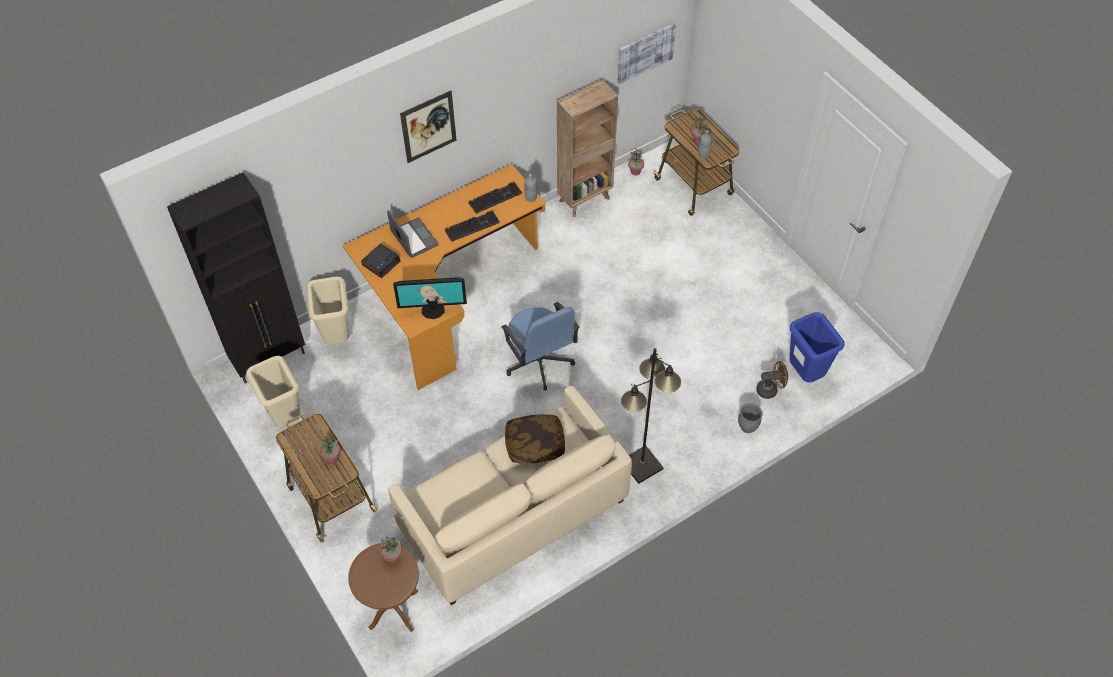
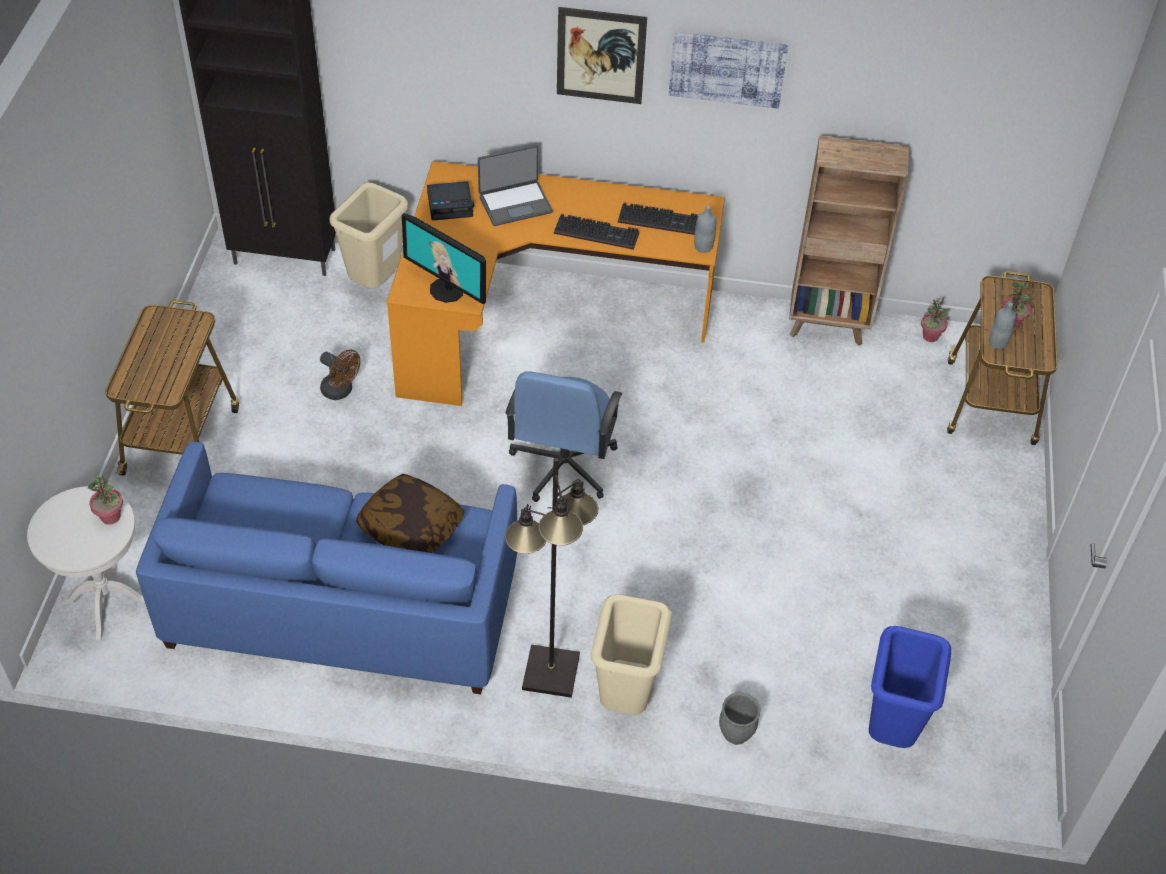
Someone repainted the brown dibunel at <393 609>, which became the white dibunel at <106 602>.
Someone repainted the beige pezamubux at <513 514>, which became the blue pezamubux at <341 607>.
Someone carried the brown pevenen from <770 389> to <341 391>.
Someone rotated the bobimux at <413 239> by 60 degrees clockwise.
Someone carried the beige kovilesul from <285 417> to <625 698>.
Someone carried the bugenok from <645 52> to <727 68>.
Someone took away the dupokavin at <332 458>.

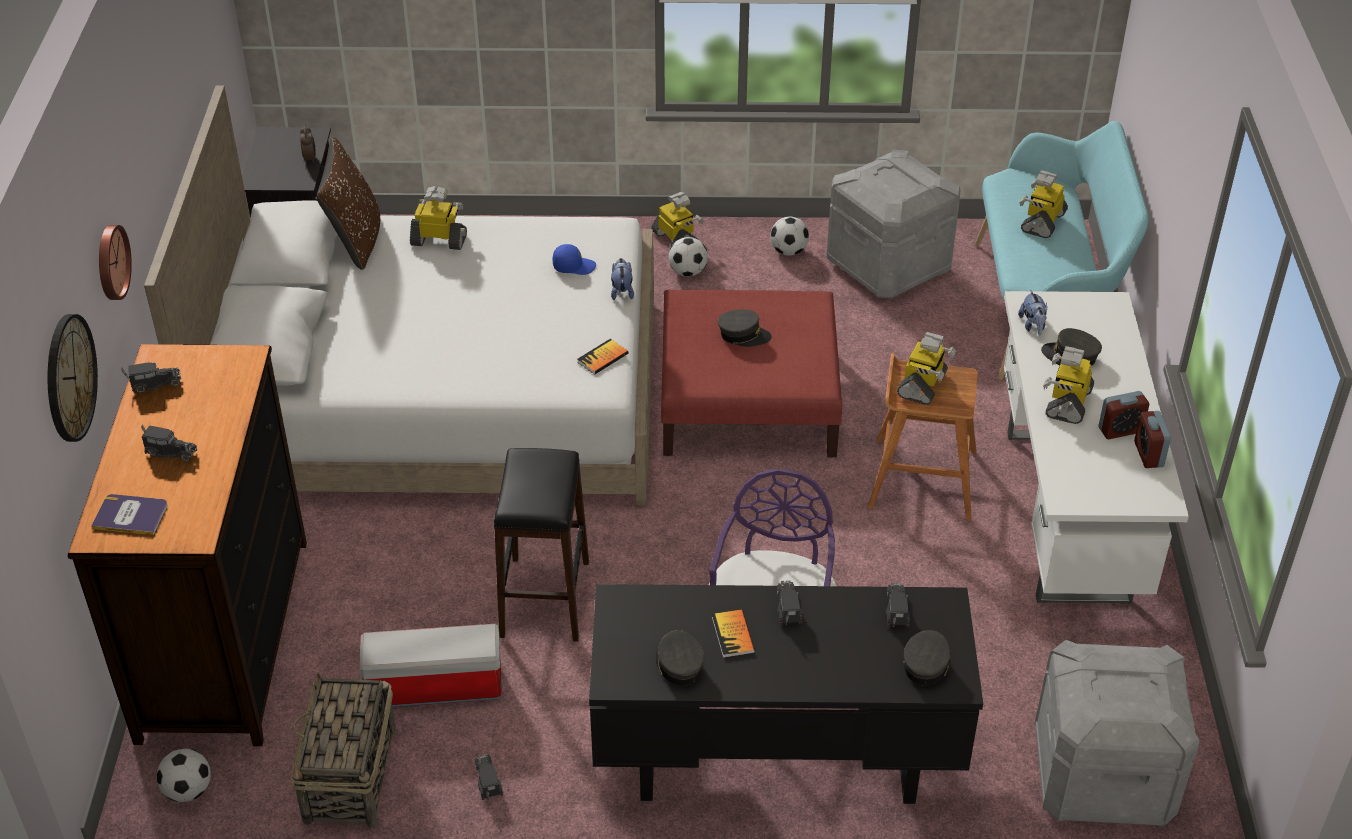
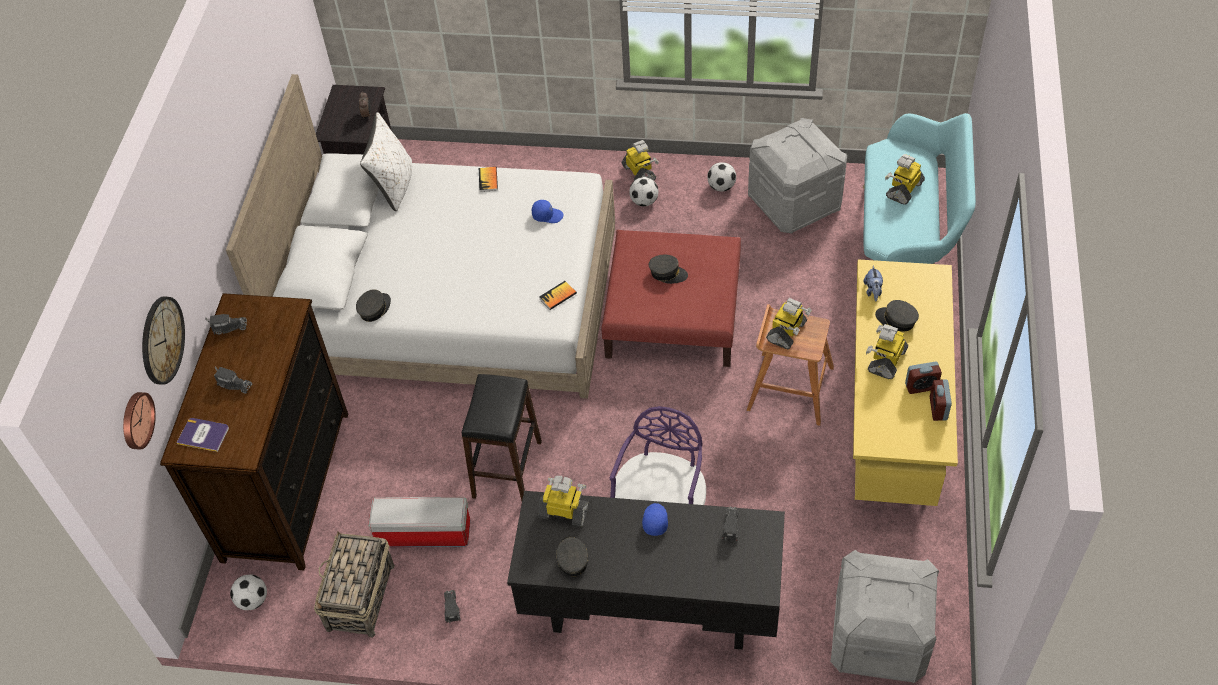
Someone carried the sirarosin from <110 262> to <136 420>.
Someone carried the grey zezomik from <926 664> to <374 309>.
Someone repainted the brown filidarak at <356 241>, which became the white filidarak at <394 185>.
Someone carried the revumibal from <733 634> to <488 180>.
Someone carried the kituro from <439 240> to <564 511>.
Someone swapped the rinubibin at <788 610> for the blue zezomik at <654 521>.
Someone repainted the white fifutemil at <1068 515>, which became the yellow fifutemil at <892 425>.
Someone took away the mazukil at <622 291>.

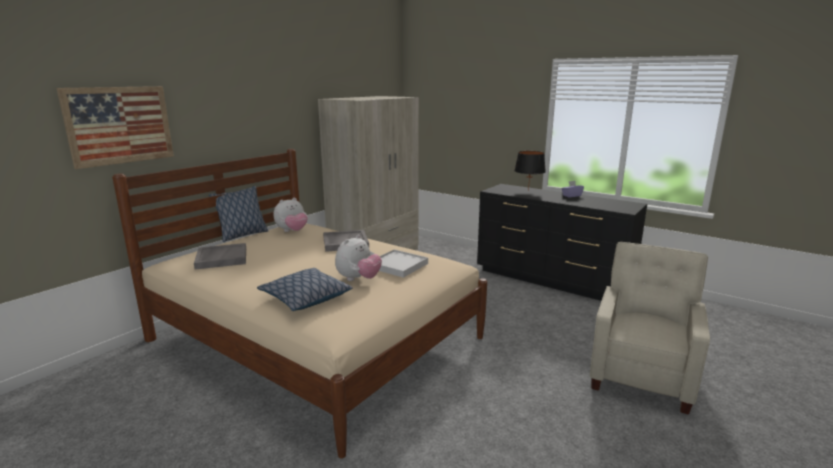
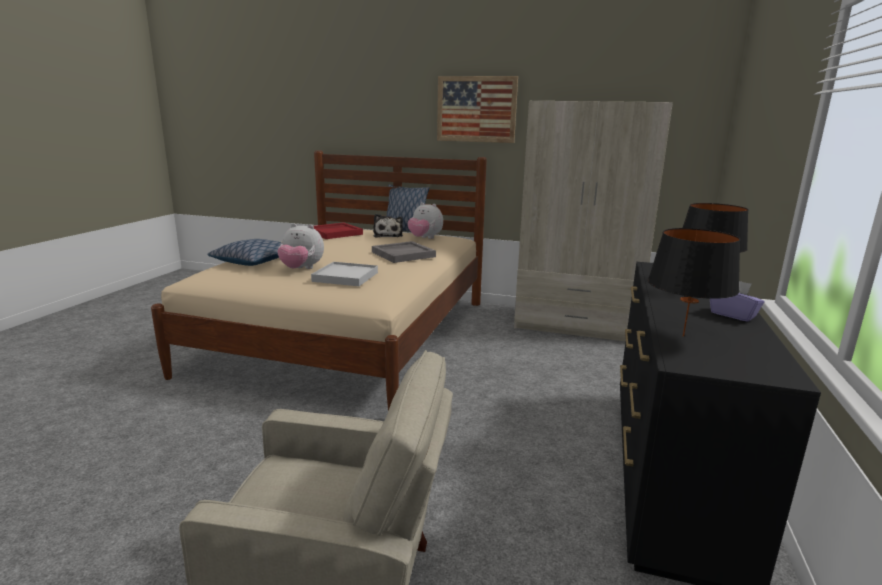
Someone repainted the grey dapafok at <221 258>, which became the red dapafok at <335 233>.
Someone put down the mazukil at <388 235>.
Someone carried the bugenok from <120 125> to <476 109>.
Someone put down the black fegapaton at <683 336>.

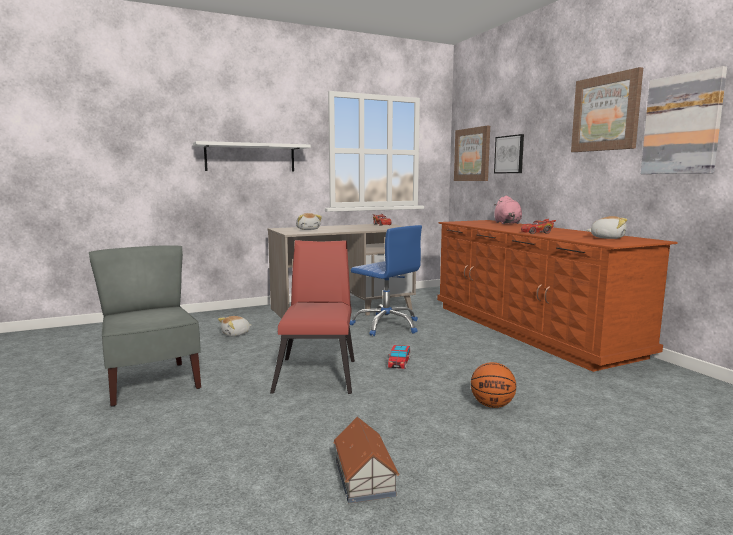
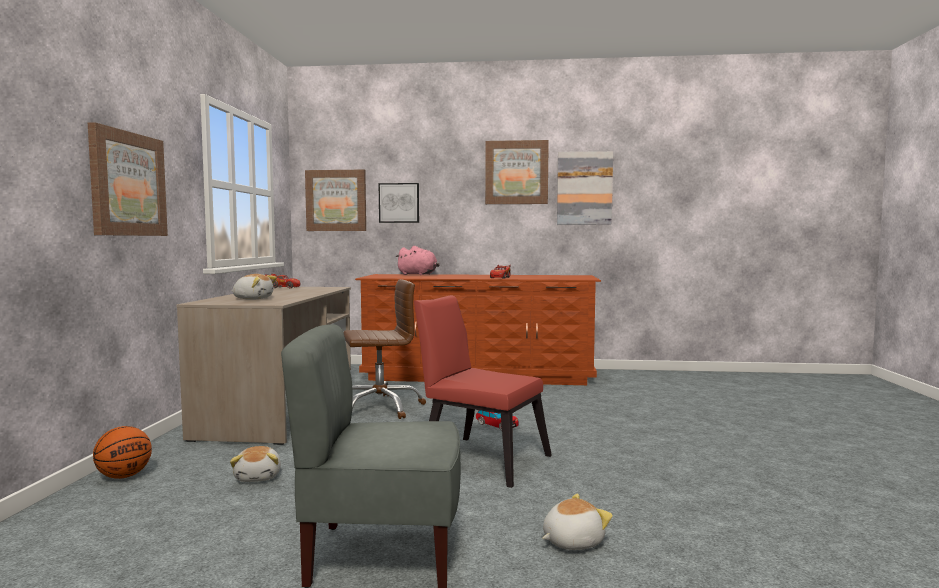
Someone swapped the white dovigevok at <250 158> for the bugenok at <127 184>.
Someone carried the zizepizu from <492 405> to <124 476>.
Someone repainted the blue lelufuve at <386 325>, which became the brown lelufuve at <380 407>.
Someone carried the mazukil from <607 238> to <572 541>.
Someone took away the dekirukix at <364 478>.

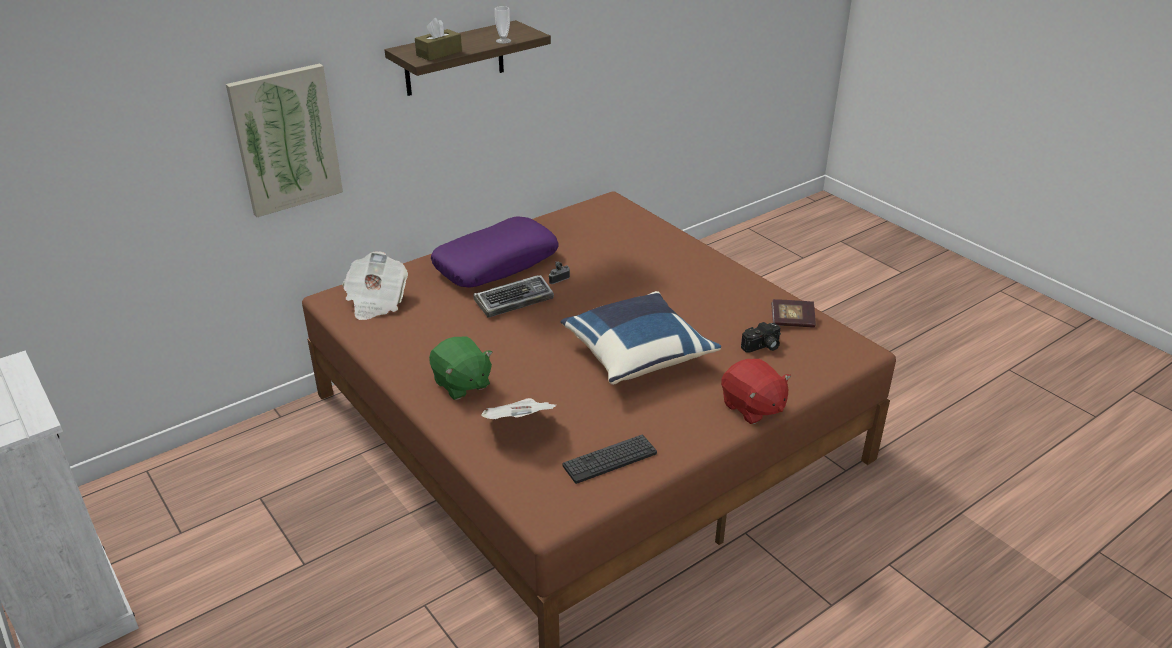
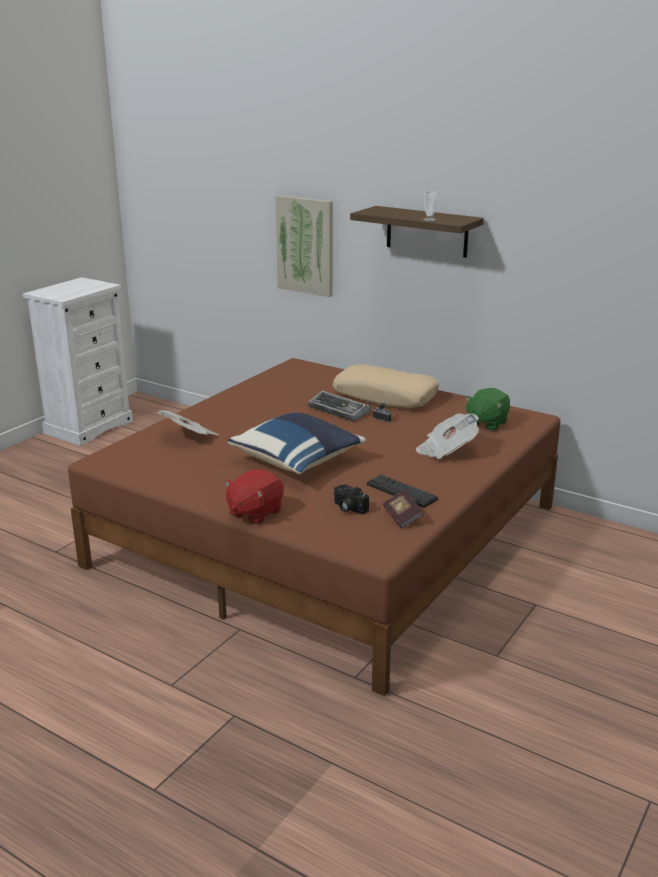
Someone repainted the purple filidarak at <496 263>, which became the beige filidarak at <385 396>.
Someone carried the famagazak from <610 459> to <401 492>.
Someone carried the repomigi from <376 302> to <446 450>.
Someone carried the green mazukil from <461 384> to <486 423>.
Someone took away the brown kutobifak at <439 53>.

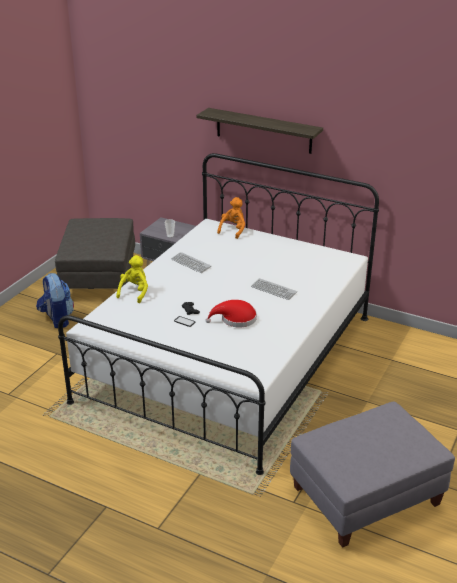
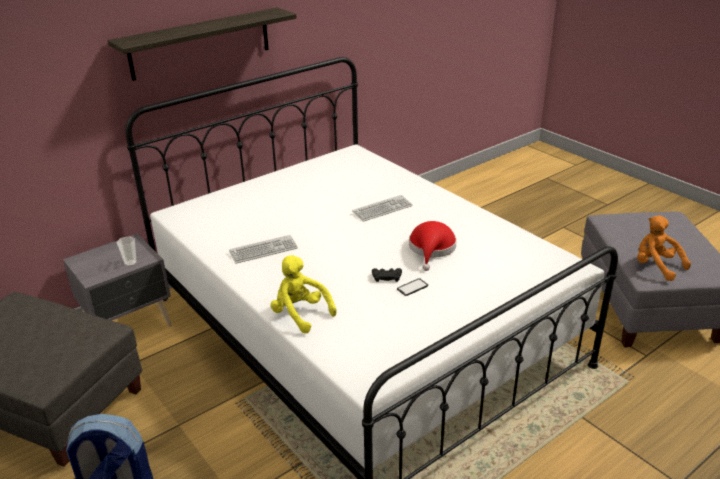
Someone carried the orange mazukil from <233 230> to <656 266>.

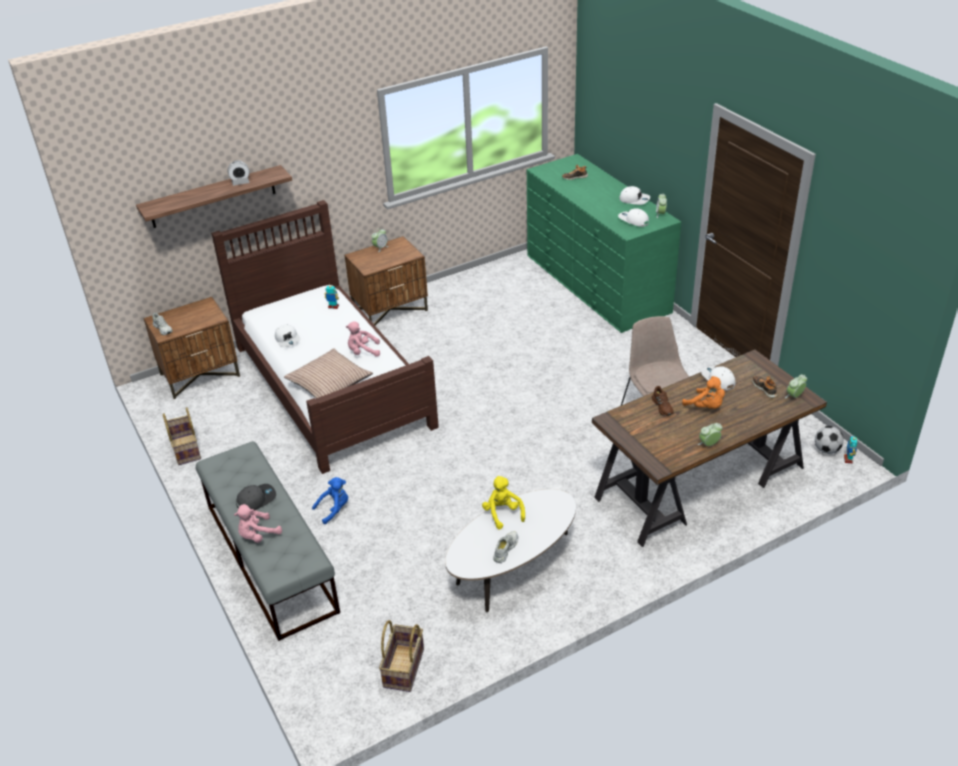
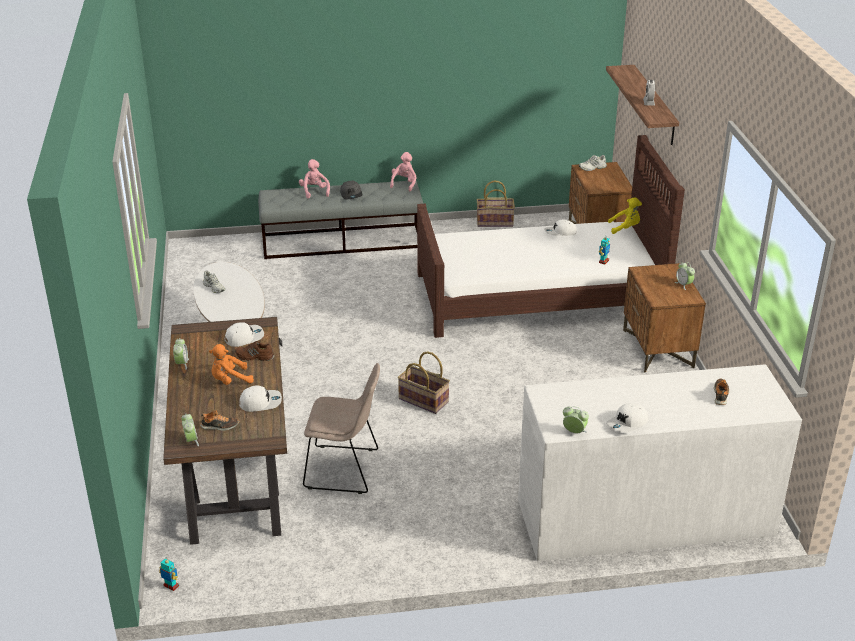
Someone carried the white zezomik from <633 221> to <244 337>.
Someone carried the pink mazukil from <363 352> to <404 184>.
Someone carried the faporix from <404 668> to <423 401>.
Someone repainted the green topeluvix at <596 283>, which became the white topeluvix at <644 517>.
Someone carried the yellow mazukil from <502 513> to <625 228>.
Someone took away the filidarak at <329 383>.
Someone took away the blue mazukil at <334 509>.
Someone took away the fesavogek at <826 450>.

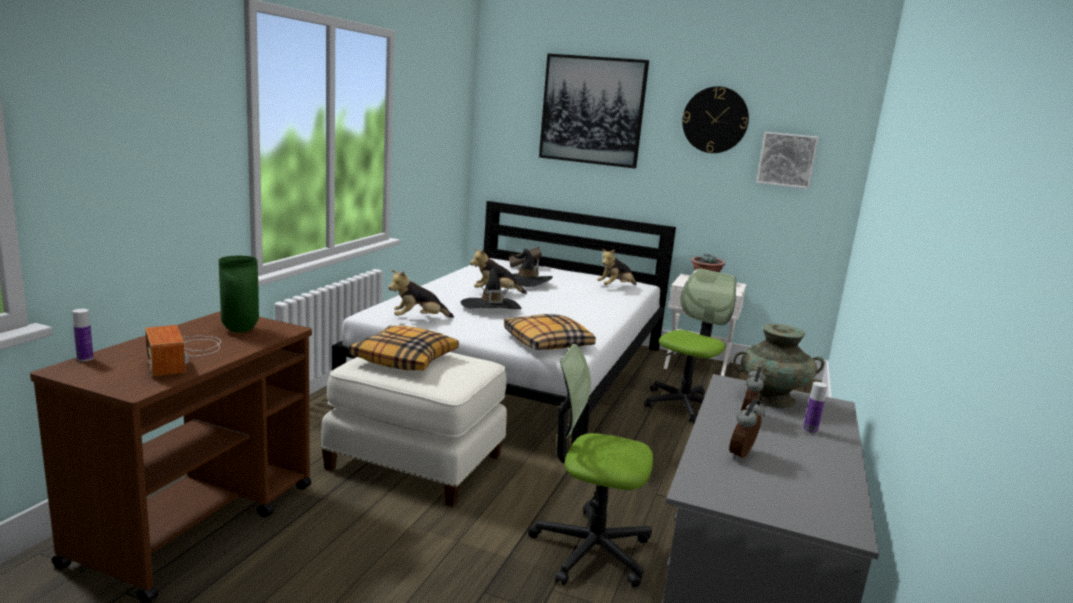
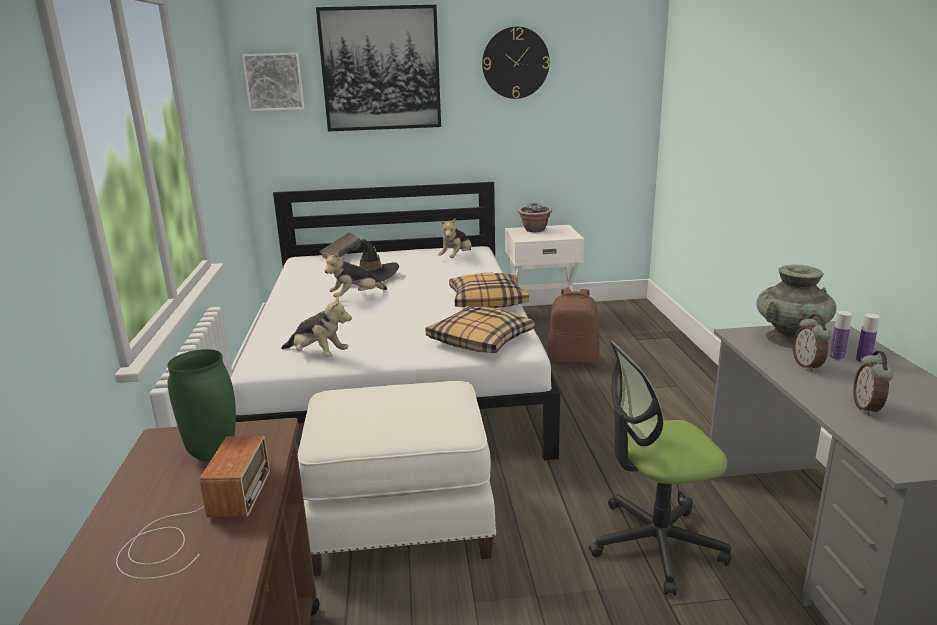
Someone rotated the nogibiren at <185 354> by 120 degrees counterclockwise.
Someone carried the bugenok from <787 160> to <274 82>.
Someone rotated the mazukil at <418 319> by 105 degrees counterclockwise.
Someone carried the filidarak from <405 359> to <487 300>.
Someone swapped the lelufuve at <684 405> for the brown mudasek at <573 359>.
Someone carried the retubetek from <85 358> to <836 358>.
Someone took away the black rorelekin at <491 307>.

